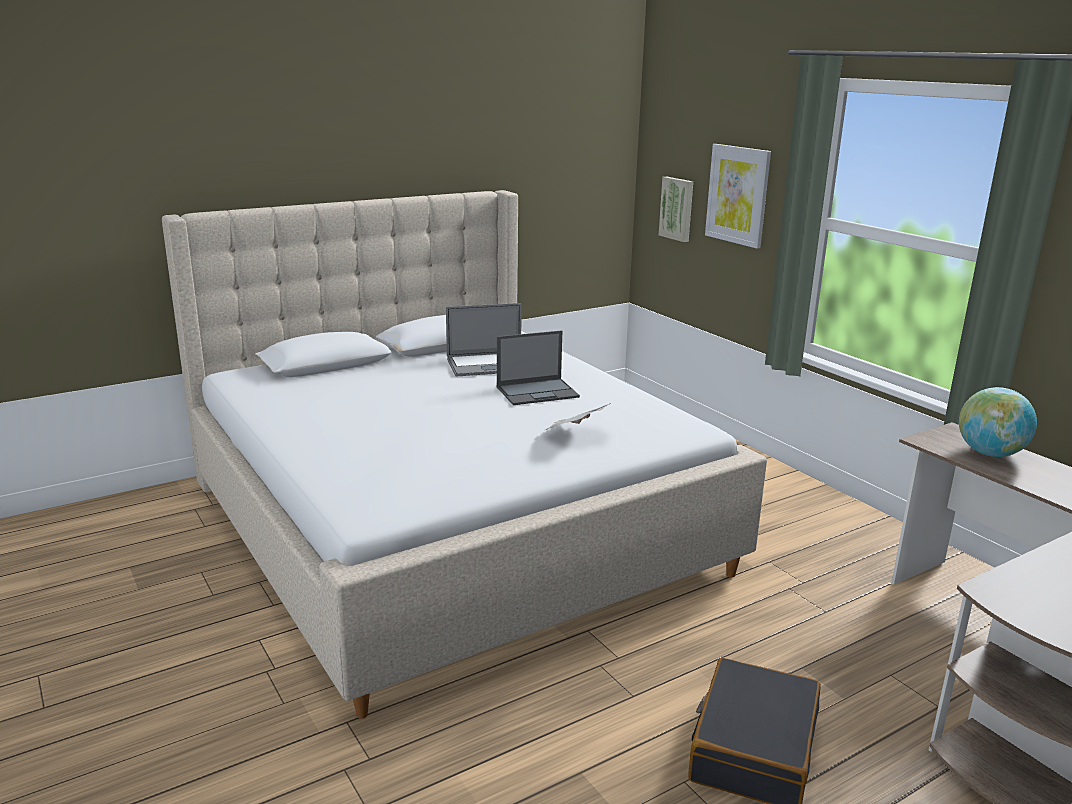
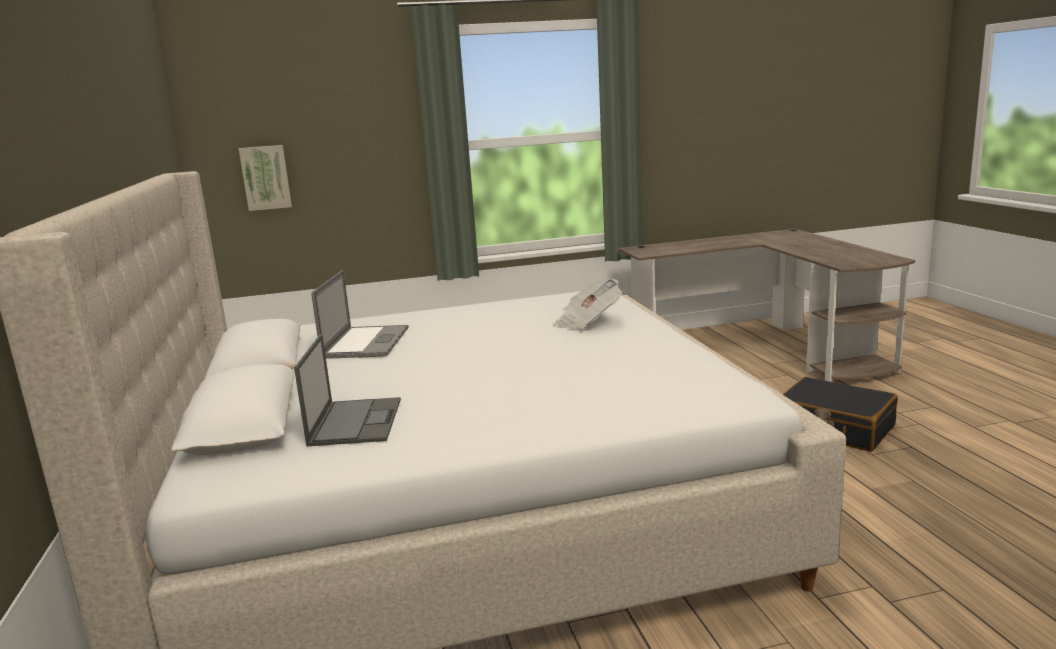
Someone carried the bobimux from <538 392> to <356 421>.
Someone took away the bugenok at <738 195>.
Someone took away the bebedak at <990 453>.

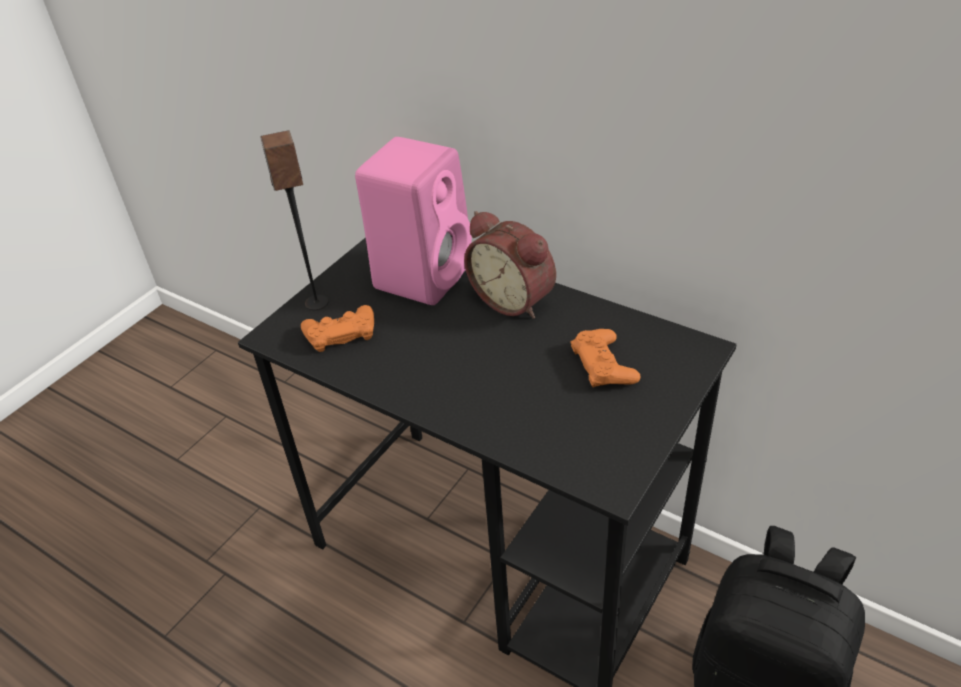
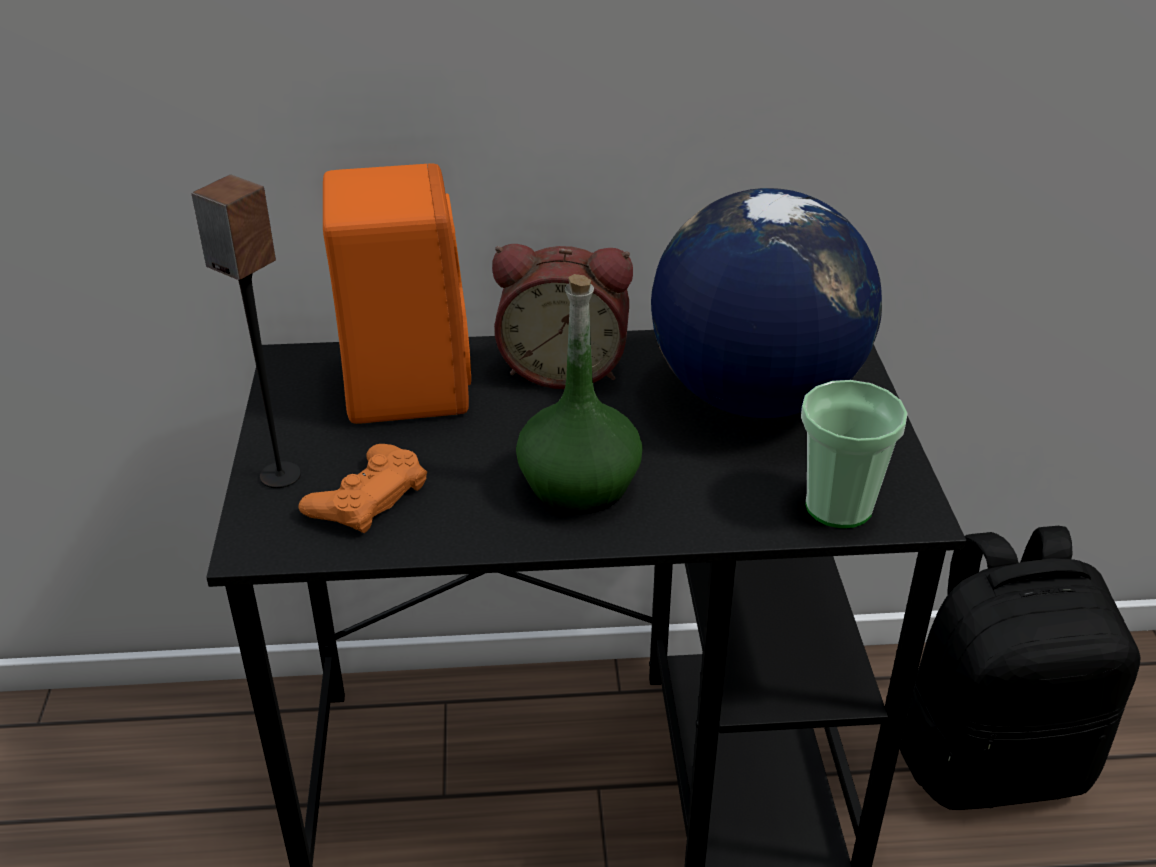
Someone repainted the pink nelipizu at <424 274>, which became the orange nelipizu at <404 382>.
Someone put down the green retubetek at <579 485>.
Someone swapped the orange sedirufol at <603 365> for the bebedak at <754 396>.
Someone put down the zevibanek at <838 506>.

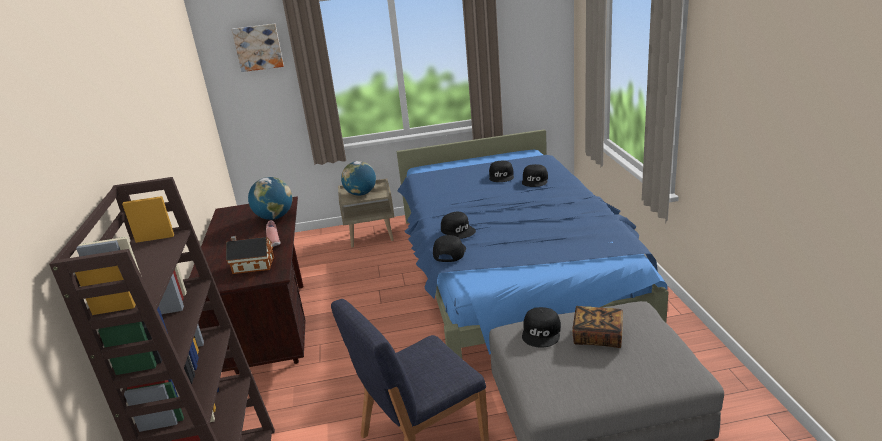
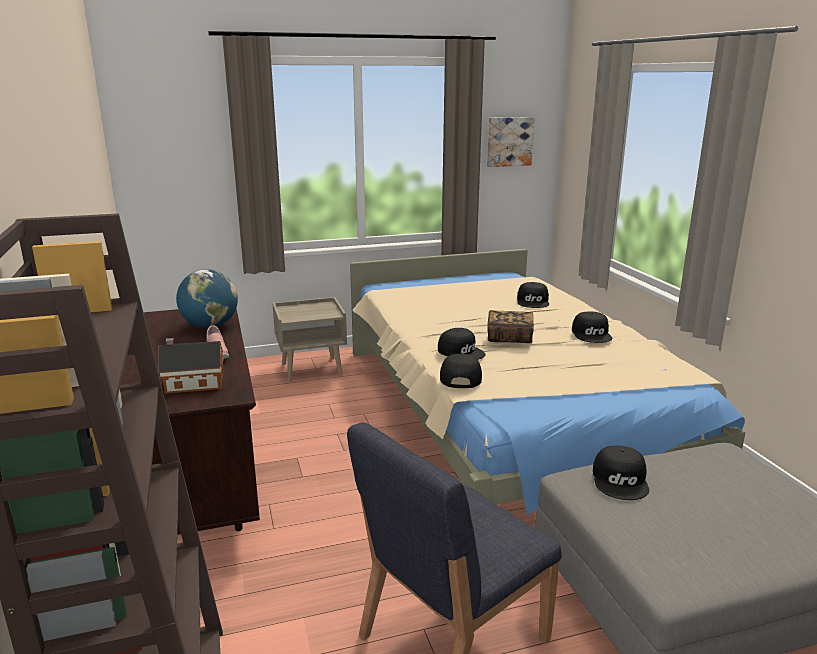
Someone repainted the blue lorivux at <511 272>, which became the beige lorivux at <505 414>.
Someone carried the bugenok from <258 47> to <509 141>.
Someone carried the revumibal from <597 337> to <509 337>.
Someone carried the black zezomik from <502 176> to <592 334>.
Someone took away the bebedak at <361 194>.

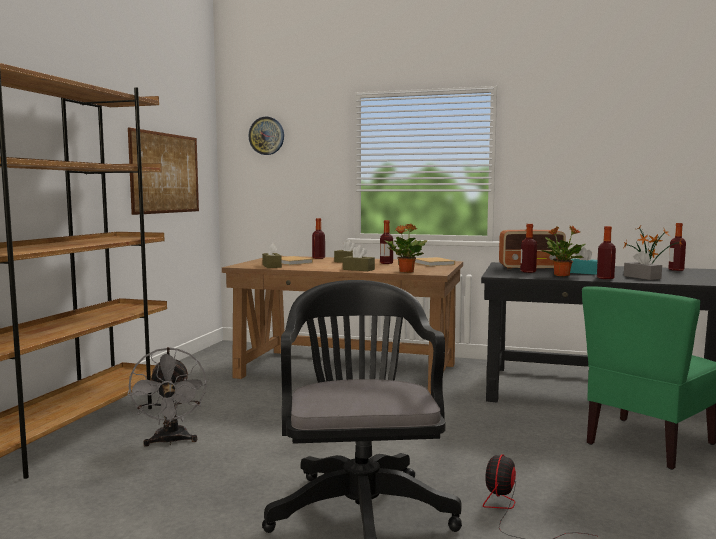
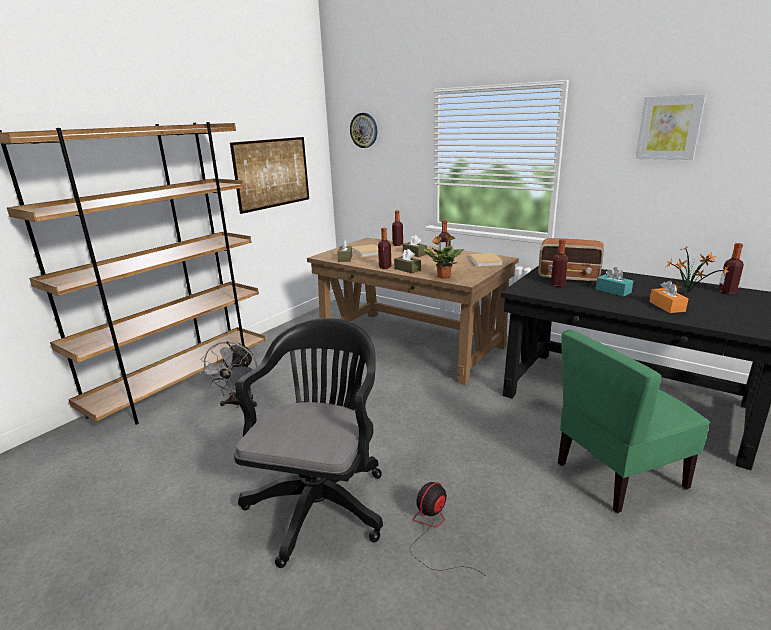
Someone carried the retubetek from <605 278> to <385 267>.
Someone put up the bugenok at <669 128>.
Someone repainted the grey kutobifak at <642 277>, which became the orange kutobifak at <667 306>.
Someone took away the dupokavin at <561 275>.

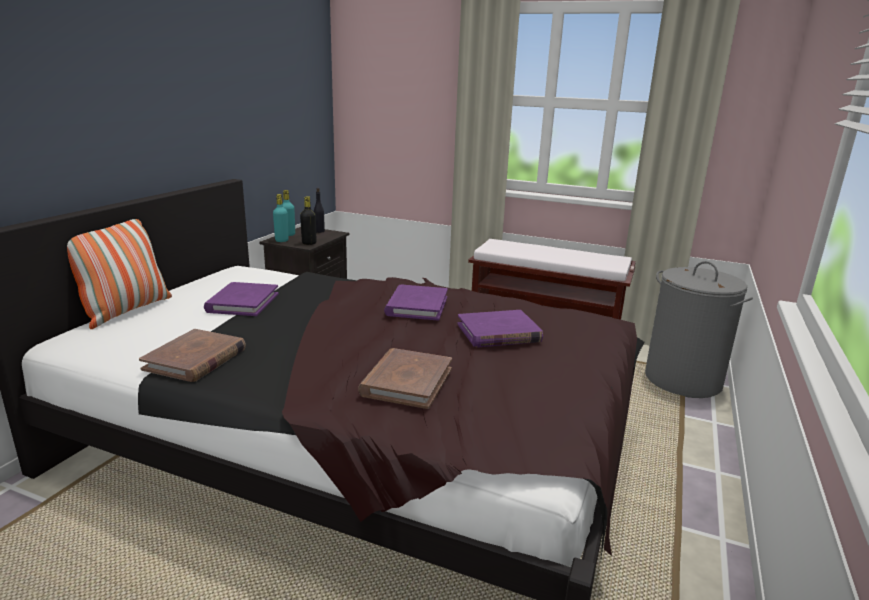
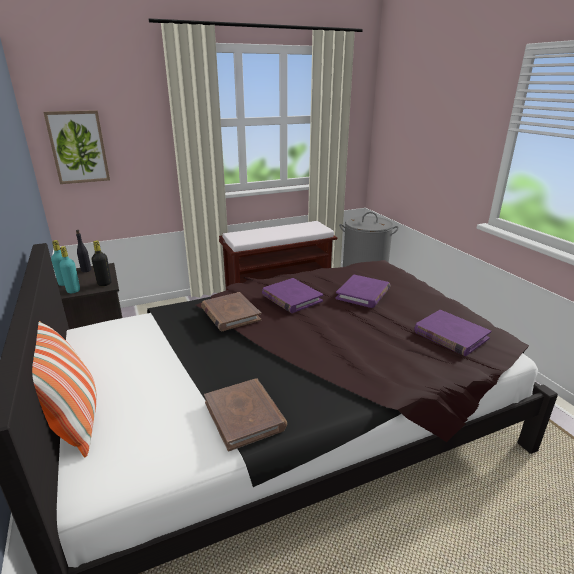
Someone put up the bugenok at <78 147>.
Someone carried the brown revumibal from <407 382> to <230 314>.
Someone carried the purple revumibal from <243 302> to <450 335>.

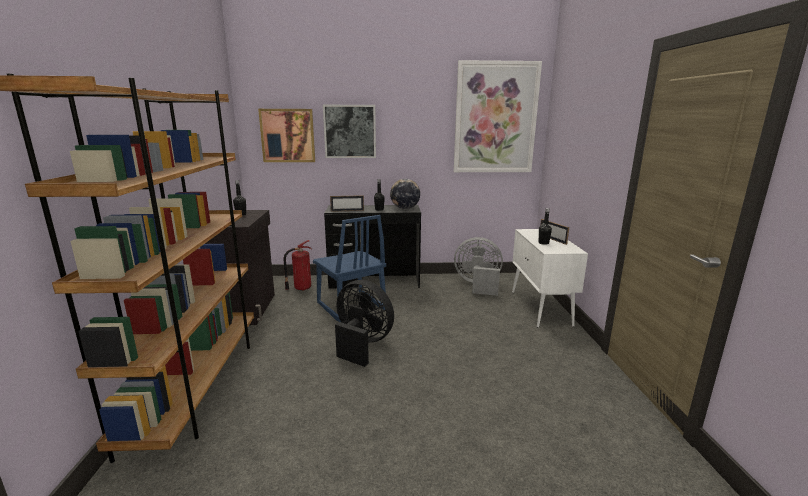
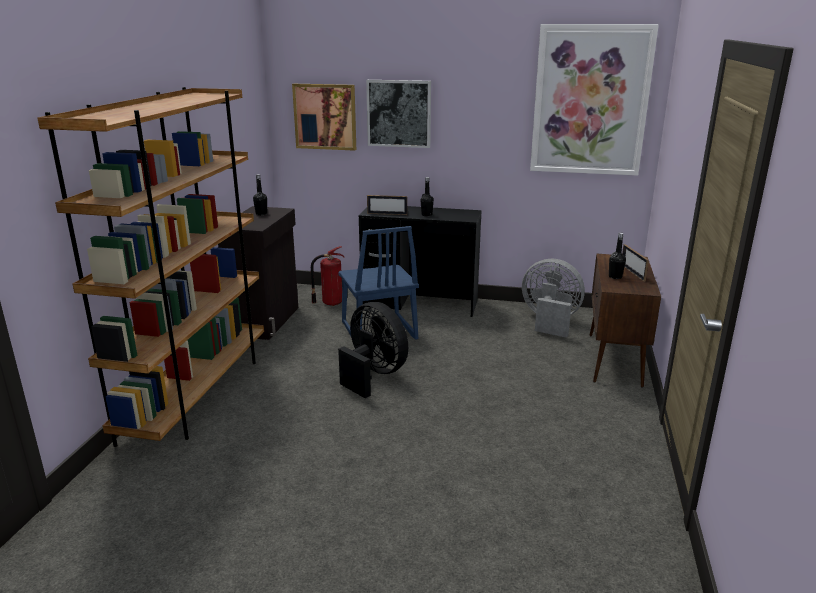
Someone repainted the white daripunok at <540 308>, which became the brown daripunok at <614 360>.
Someone took away the bebedak at <405 208>.

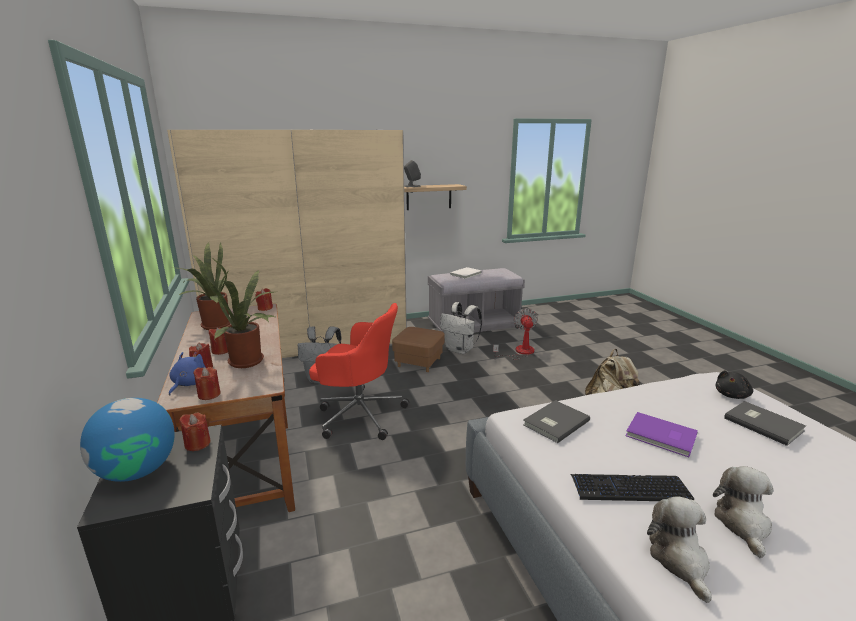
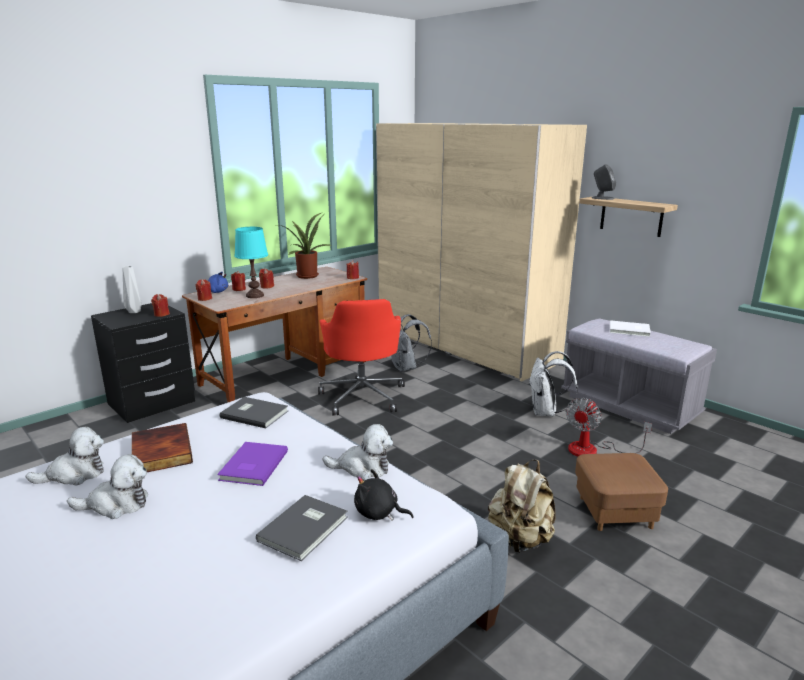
Someone swapped the bebedak at <138 470> for the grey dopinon at <134 311>.
Someone swapped the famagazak at <629 489> for the revumibal at <160 452>.
Someone swapped the dupokavin at <250 362> for the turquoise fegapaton at <254 295>.
Someone put down the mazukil at <362 468>.
Someone rotated the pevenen at <519 352> by 150 degrees clockwise.
Someone carried the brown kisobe from <418 362> to <614 512>.

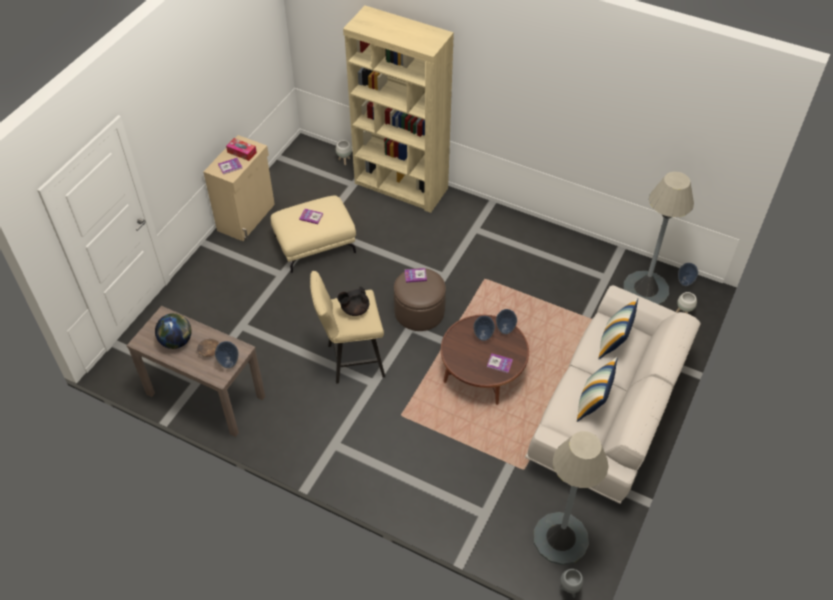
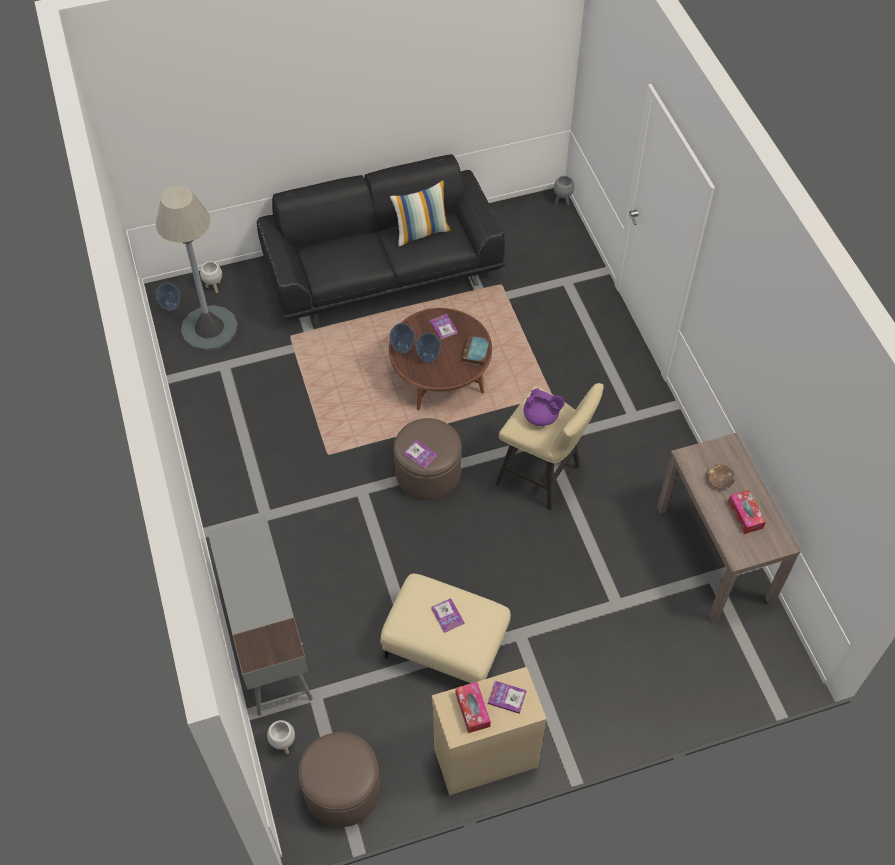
Someone swapped the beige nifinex at <401 186> for the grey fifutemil at <268 641>.
Someone repainted the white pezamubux at <609 411>, which became the black pezamubux at <383 271>.
Someone put down the brown kisobe at <342 789>.
Someone put down the revumibal at <476 353>.
Someone repainted the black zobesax at <354 309>, which became the purple zobesax at <541 417>.
Someone swapped the bebedak at <177 341> for the kutobifak at <745 515>.
Someone took away the dopinon at <229 364>.
Someone took away the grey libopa at <560 538>.
Someone took away the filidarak at <614 343>.

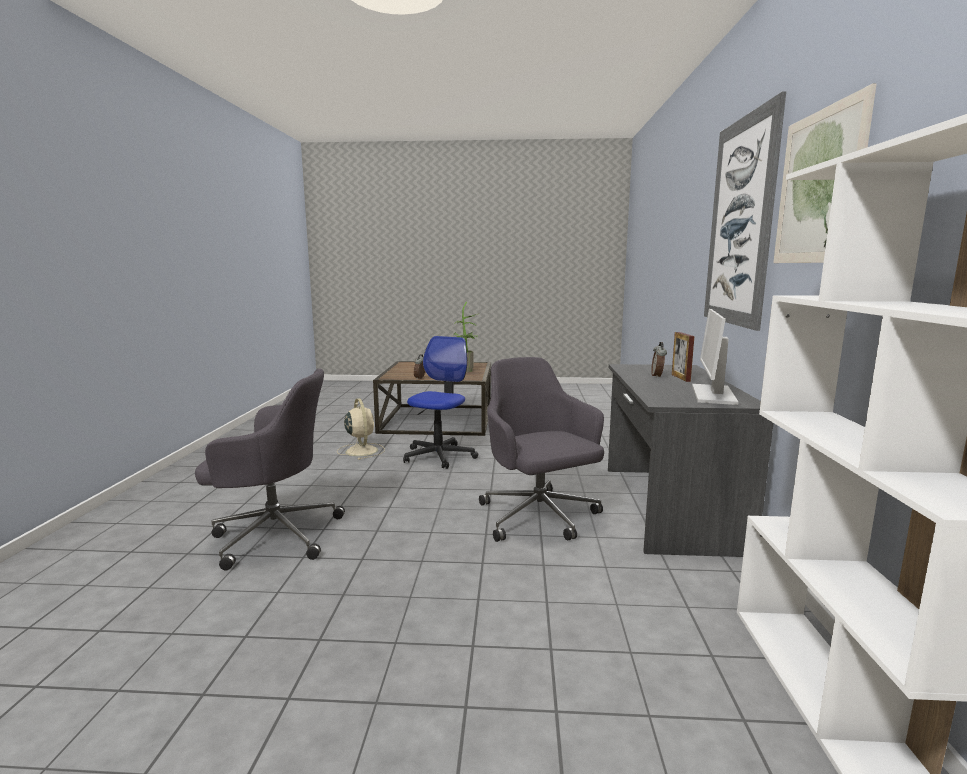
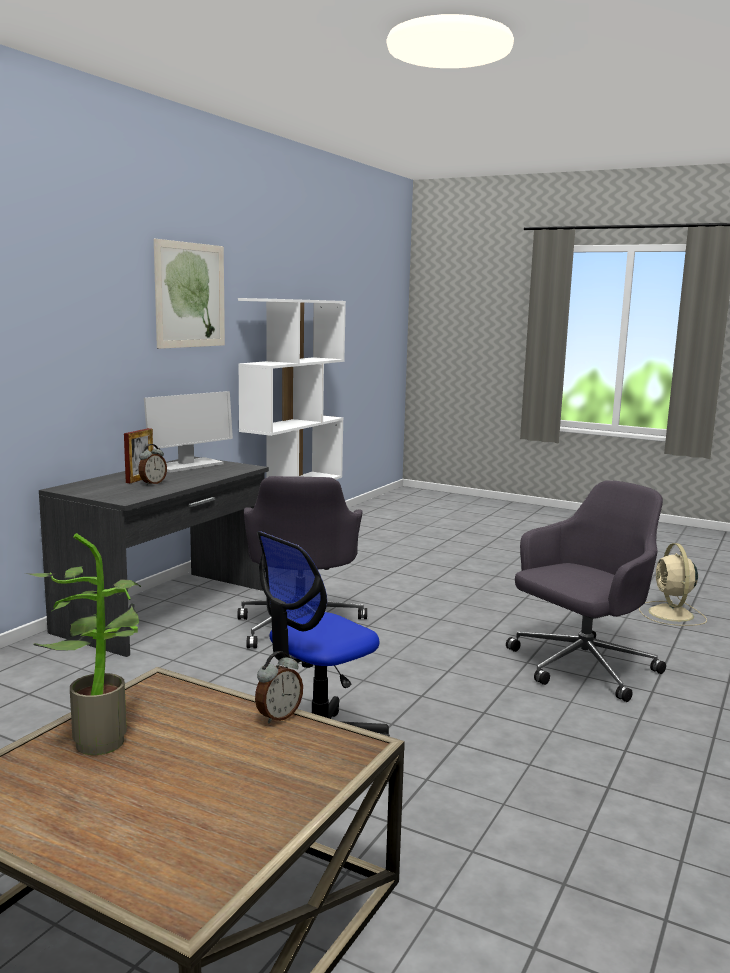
Someone rotated the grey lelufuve at <274 534> by 120 degrees clockwise.
Someone carried the beige pevenen from <361 450> to <671 614>.
Someone took away the bugenok at <740 222>.

